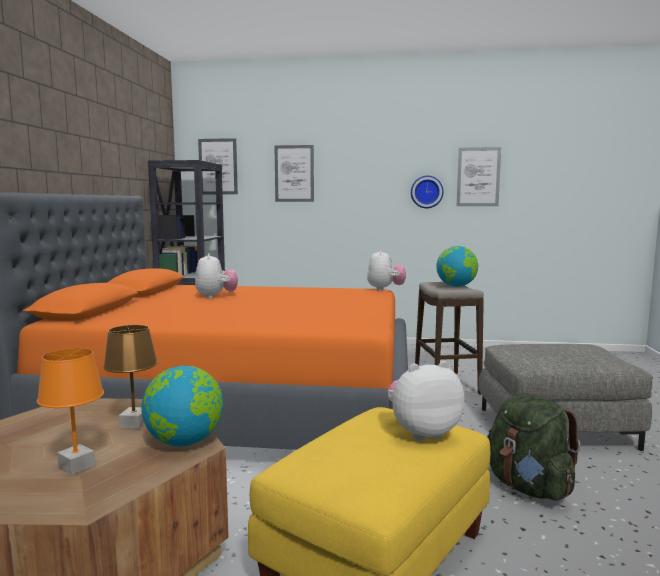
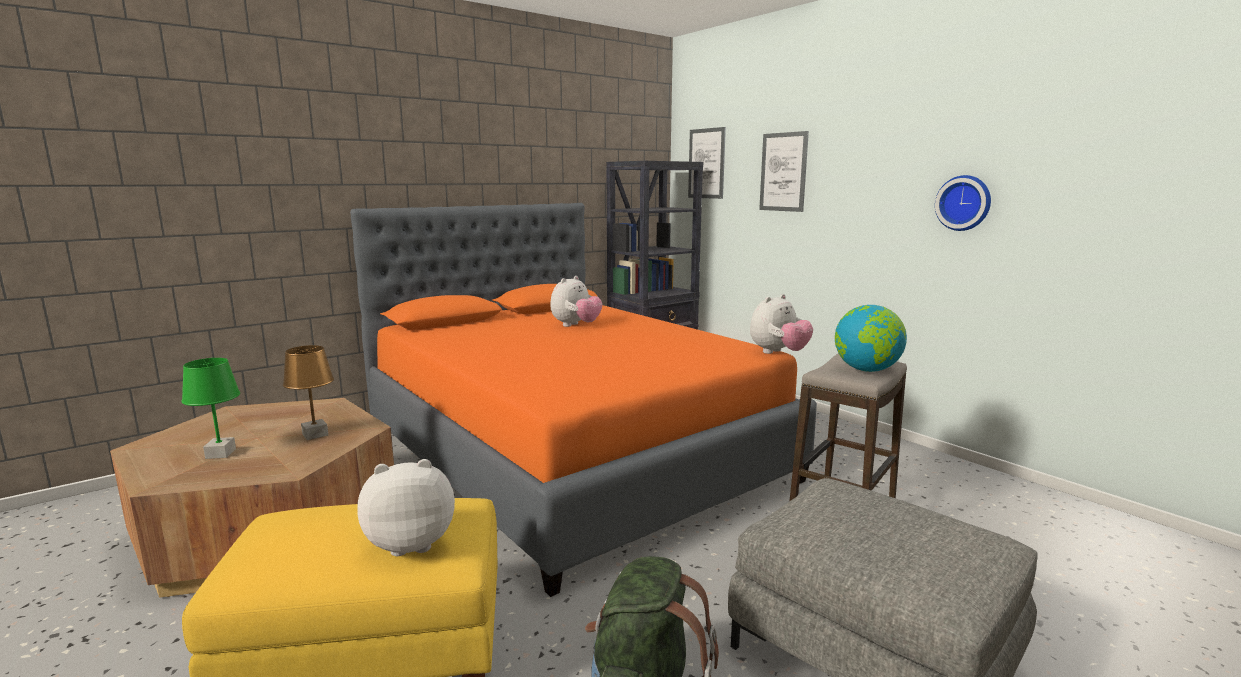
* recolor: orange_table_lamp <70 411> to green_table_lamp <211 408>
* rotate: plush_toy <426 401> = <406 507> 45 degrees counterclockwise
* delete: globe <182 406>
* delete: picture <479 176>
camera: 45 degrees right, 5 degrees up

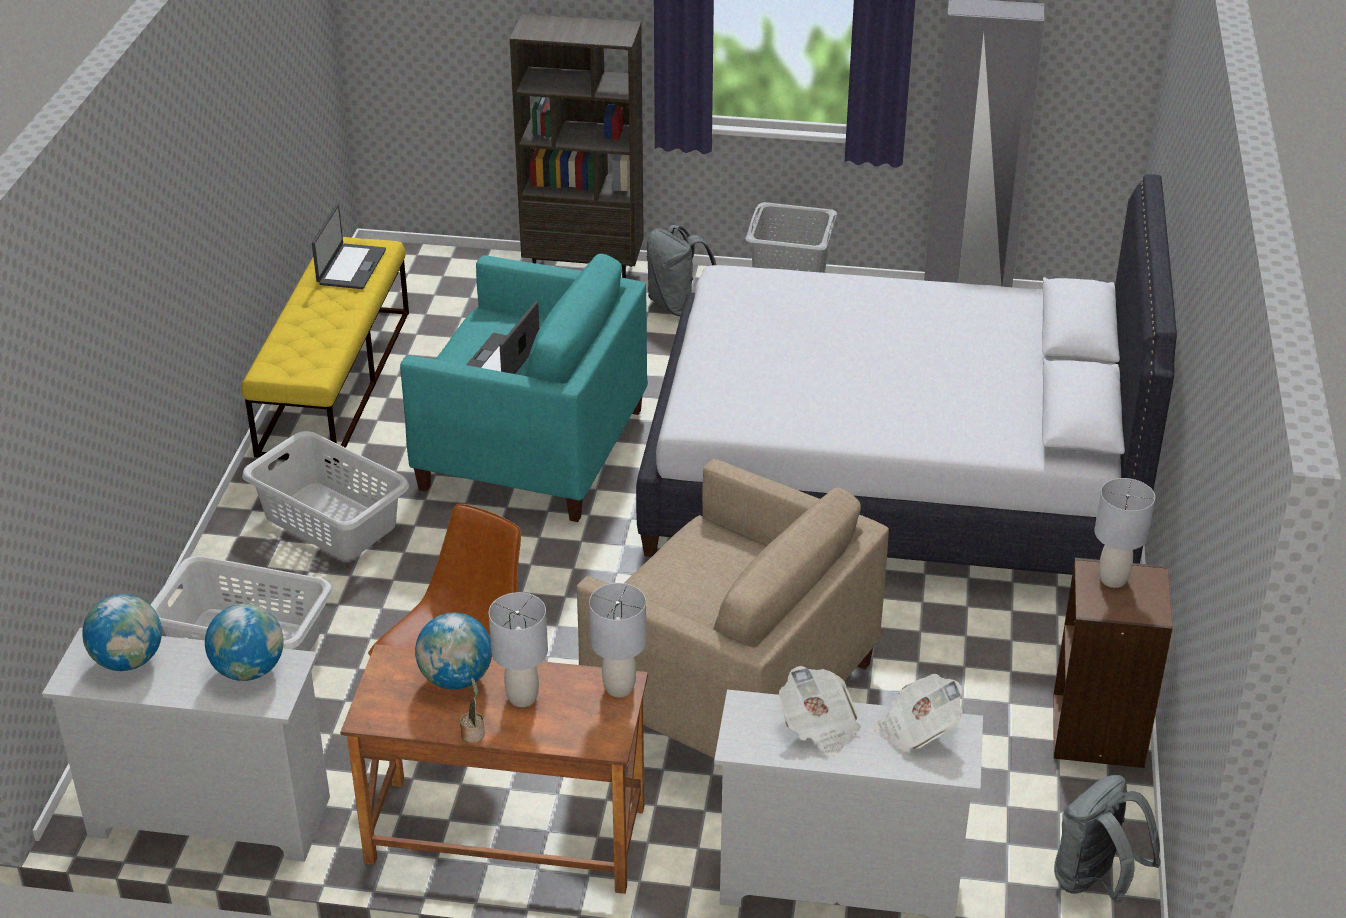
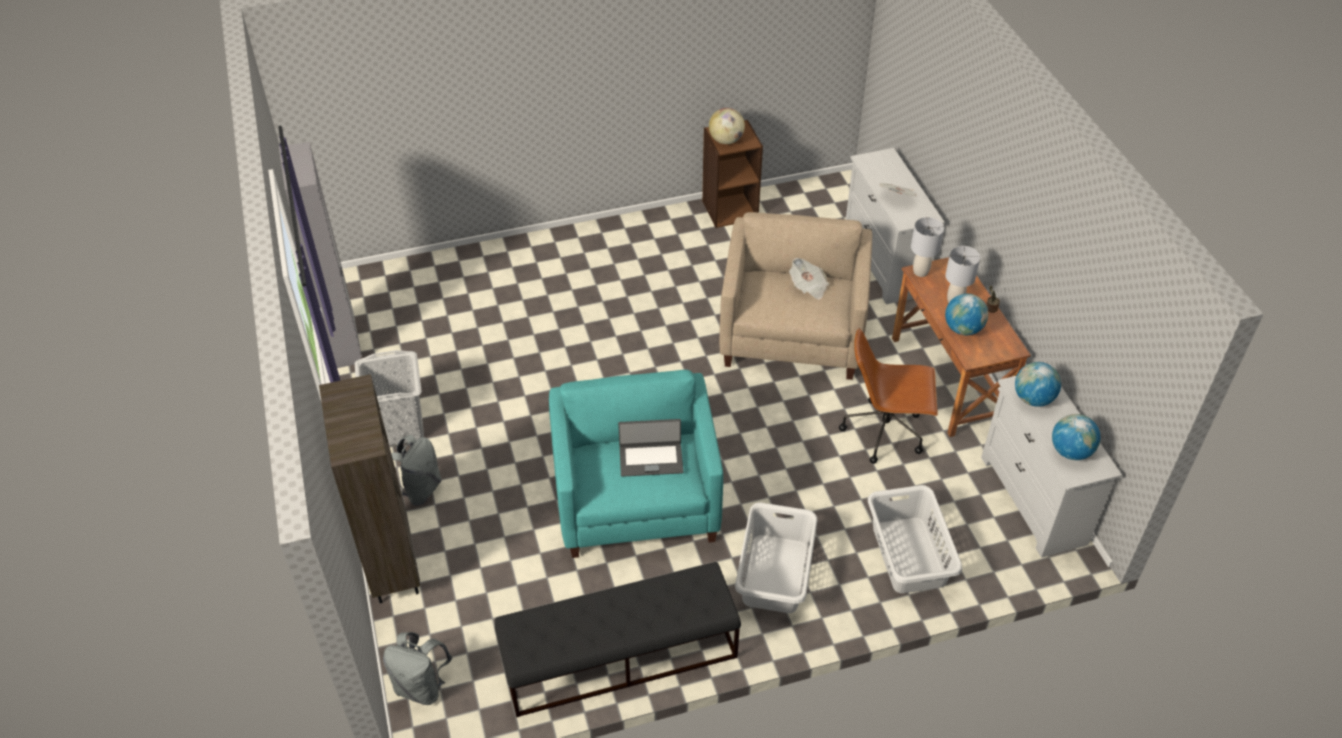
* move: grey_backpack <1107 839> to <417 668>
* recolor: yellow_bench <325 351> to black_bench <618 639>
* replace: grey_table_lamp <1125 533> to globe <727 126>
* move: newspaper <918 713> to <809 279>
* delete: laptop <349 247>
* delete: white_bed <906 374>
camera: 115 degrees left, 10 degrees up

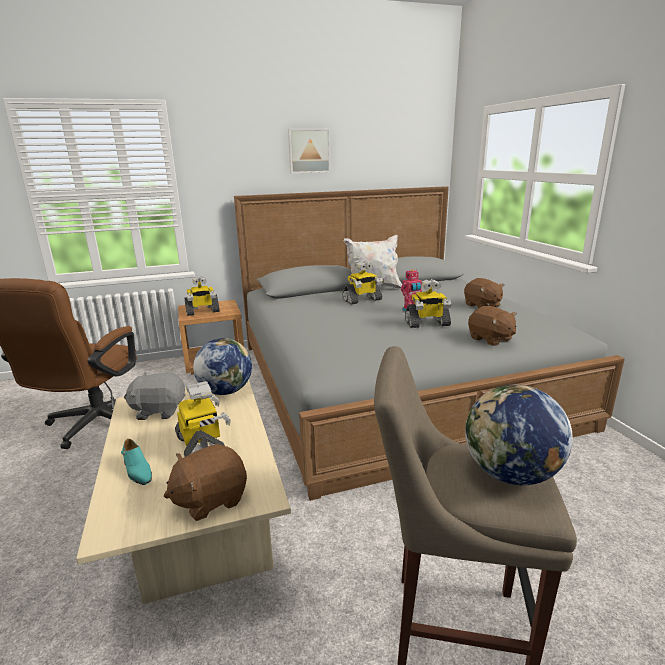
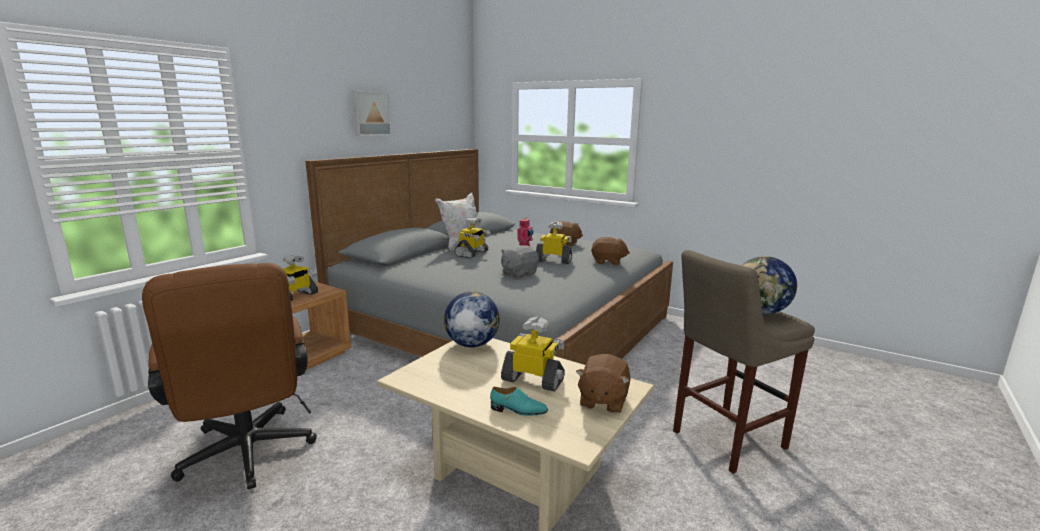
* move: grey_plush_toy <155 396> to <520 261>
* rotate: toy_robot <428 303> = <554 242> 120 degrees counterclockwise
camera: 40 degrees left, 5 degrees down

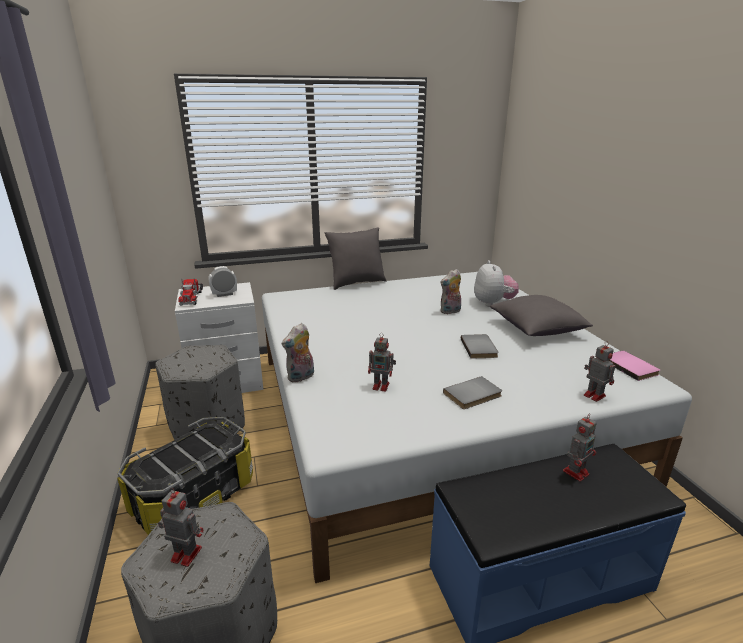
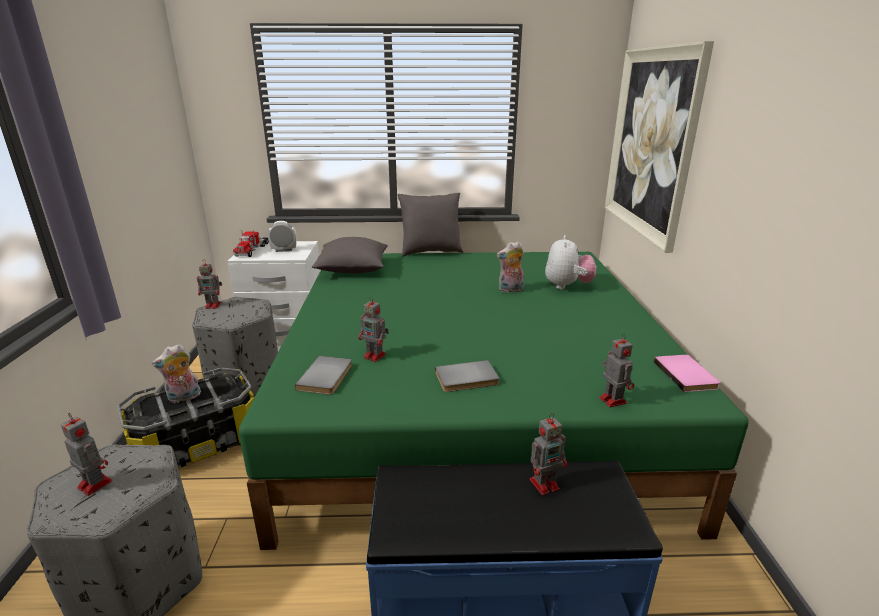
* move: plush_toy <298 352> to <176 373>
* insert: toy_robot <209 284>
* recolor: white_bed <477 427> to green_bed <494 401>
* move: grey_book <480 346> to <323 375>
* move: grey_pillow <541 315> to <350 255>
* insert: picture <659 147>
camera: 15 degrees right, 0 degrees up

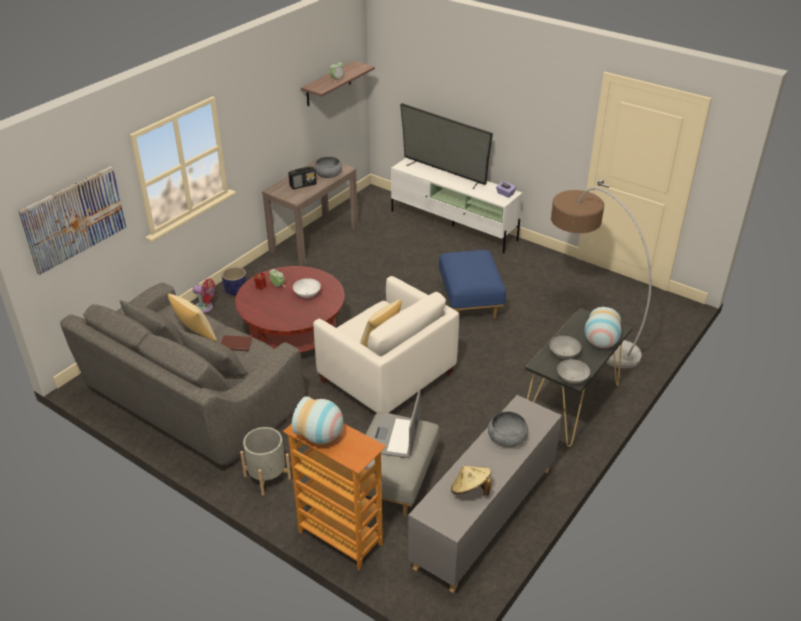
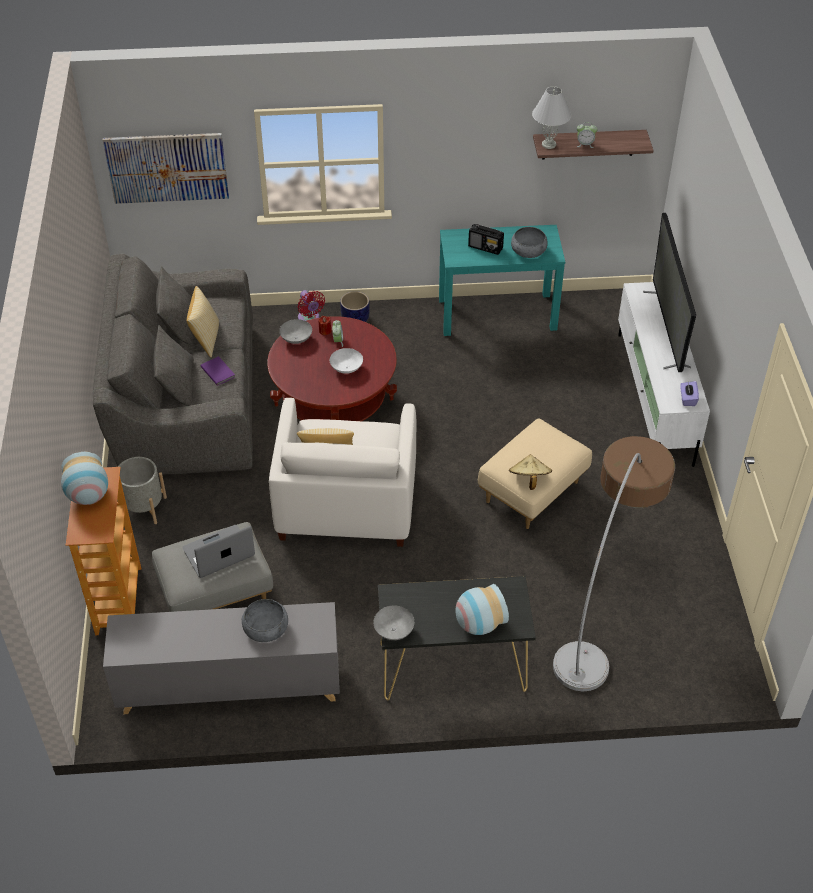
* recolor: brown_book <236 343> to purple_book <217 371>
* move: grey_bowl <565 347> to <295 331>
* recolor: brown_console_table <310 211> to turquoise_console_table <502 280>
* recolor: blue_ottoman <472 284> to beige_ottoman <534 474>
* move: beige_hat <471 481> to <530 472>
* insert: white_table_lamp <551 117>
camera: 50 degrees right, 10 degrees up

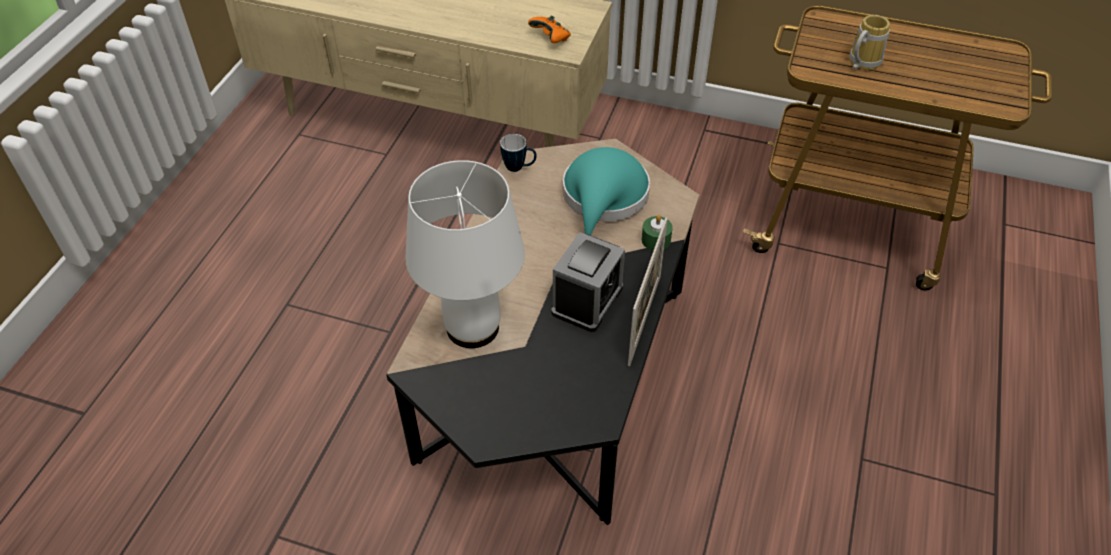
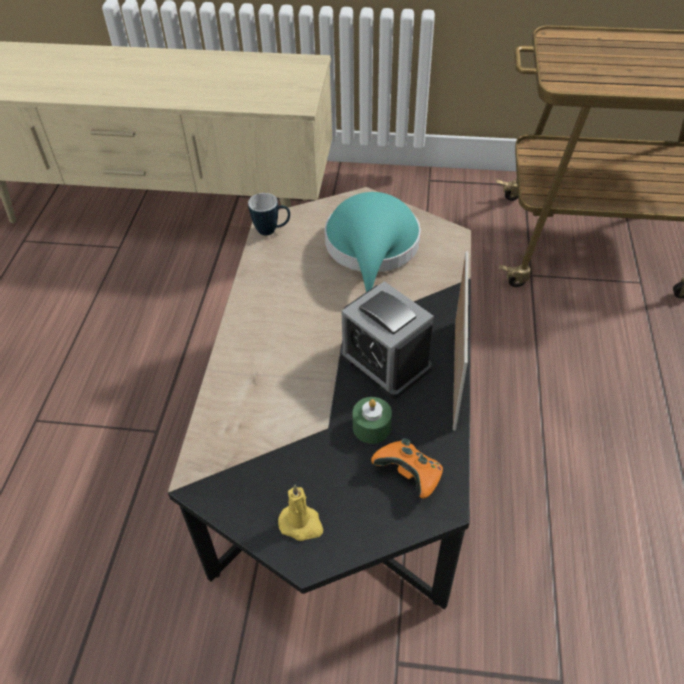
* insert: yellow_candle <300 513>
* rotate: alarm_clock <588 282> = <387 340> 120 degrees clockwise
* move: green_candle <657 233> to <372 420>
* move: orange_game_controller <549 29> to <407 468>
* delete: white_table_lamp <465 254>
* delete: mug <869 42>
camera: 10 degrees left, 0 degrees up

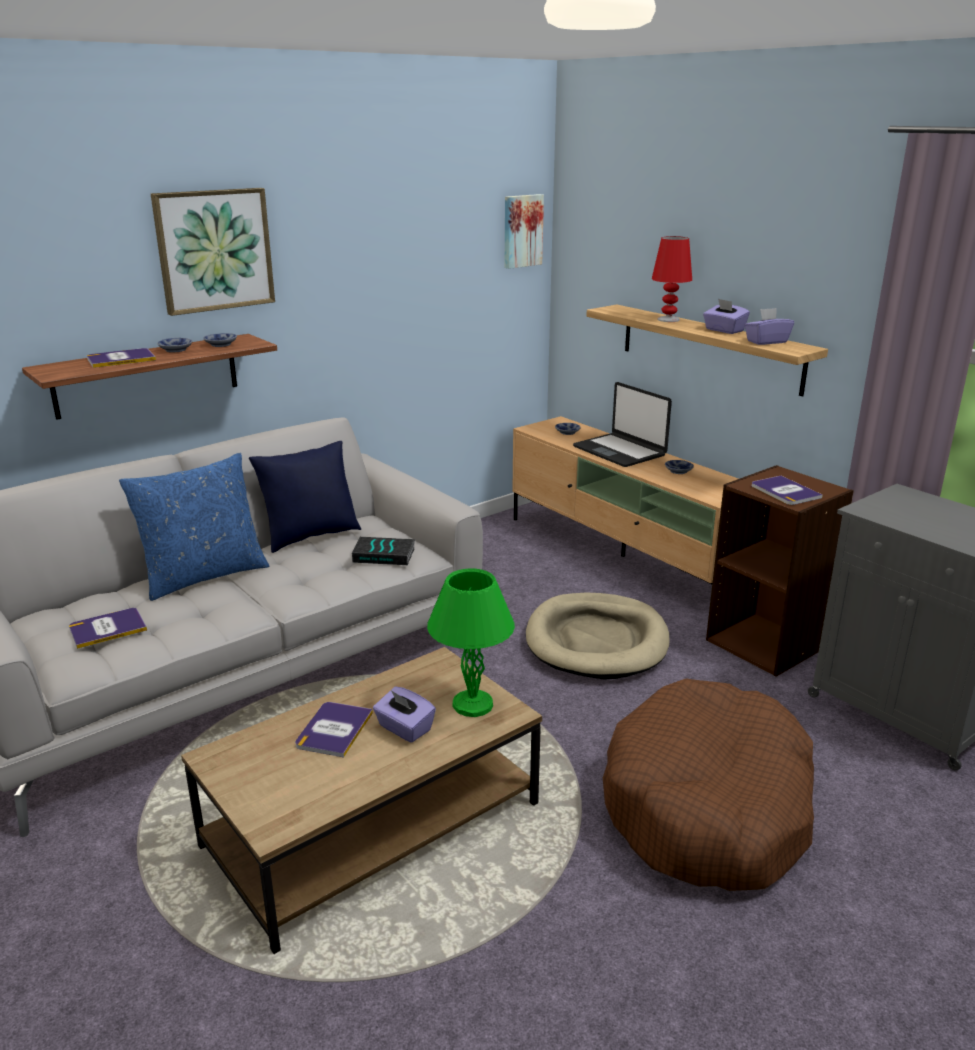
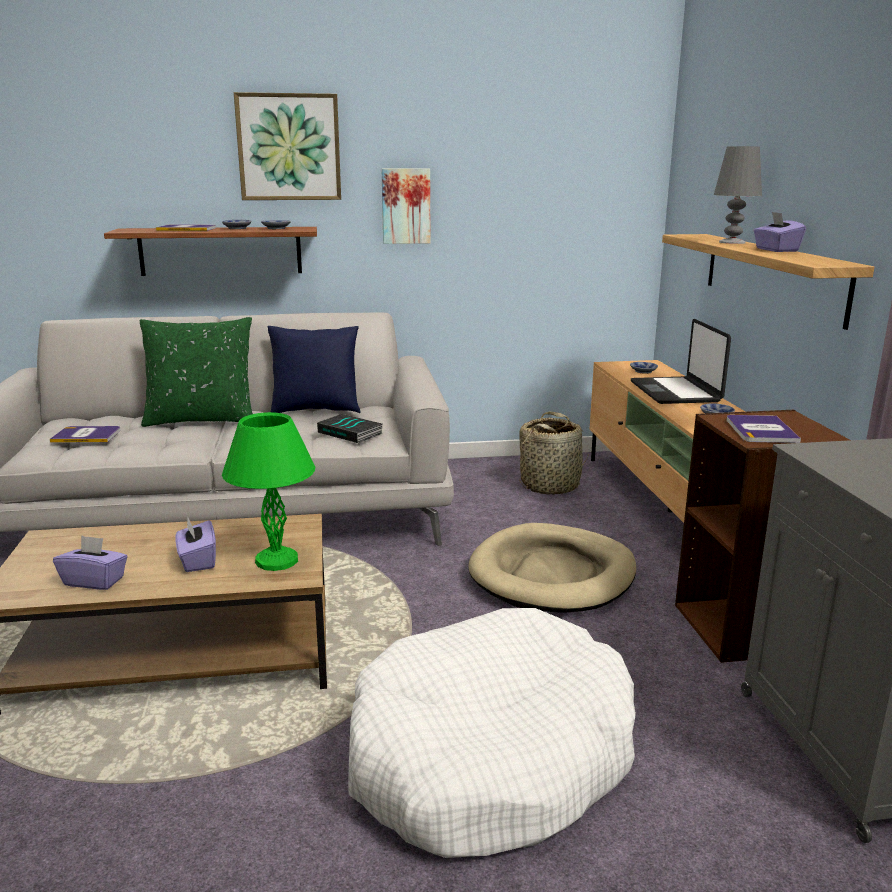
* move: purple_tissue_box <769 326> to <90 562>
* recolor: blue_pillow <194 527> to green_pillow <196 372>
* recolor: brown_dog_bed <708 784> to white_dog_bed <492 733>
* move: picture <524 231> to <406 206>
* insert: basket <554 453>
* recolor: red_table_lamp <672 279> to grey_table_lamp <738 195>
* delete: book <334 730>
camera: 30 degrees right, 5 degrees down

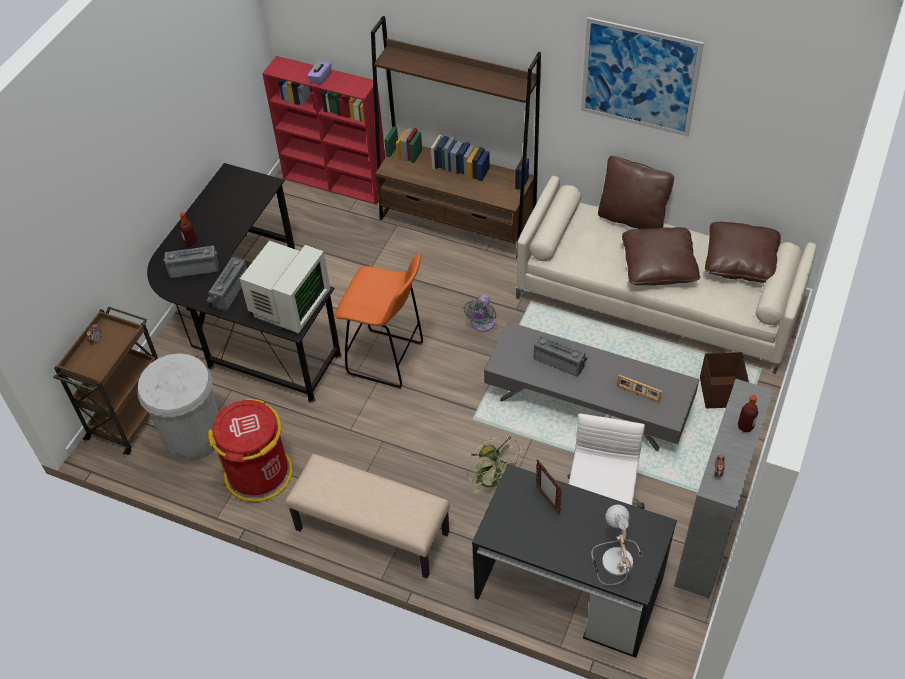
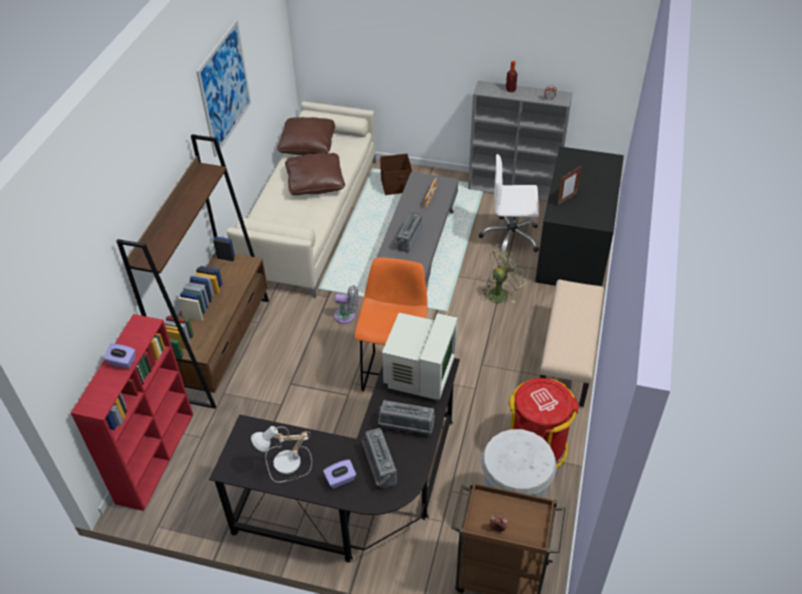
* move: table_lamp <617 545> to <281 454>
* replace: bottle <188 229> to purple_tissue_box <339 474>
* rotate: monitor <284 287> = <420 356> 90 degrees clockwise
* delete: brown_pillow <636 192>
camera: 100 degrees left, 5 degrees down

